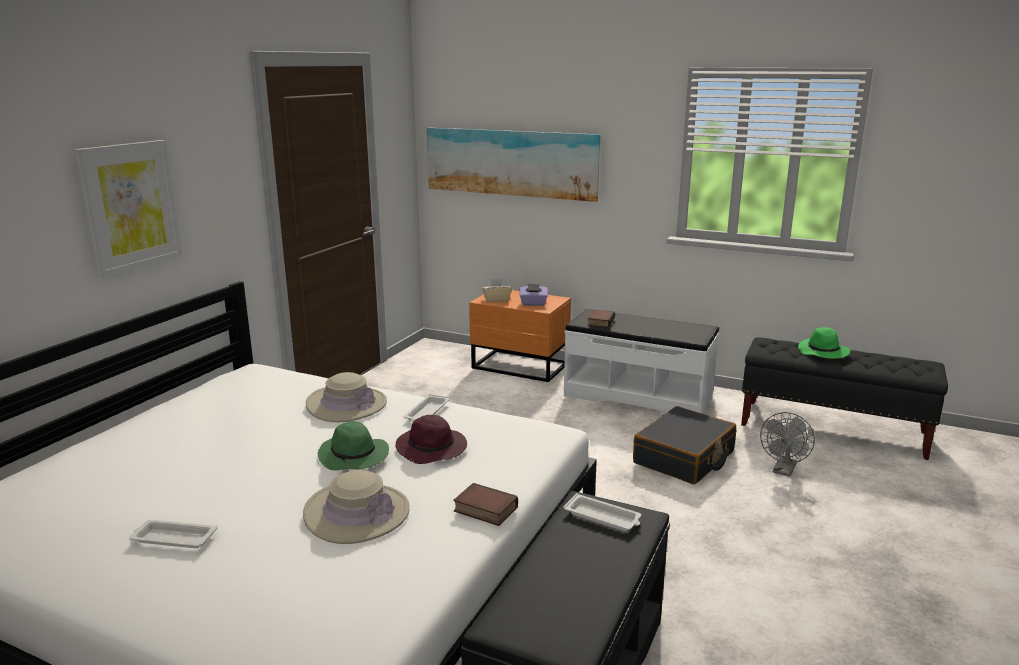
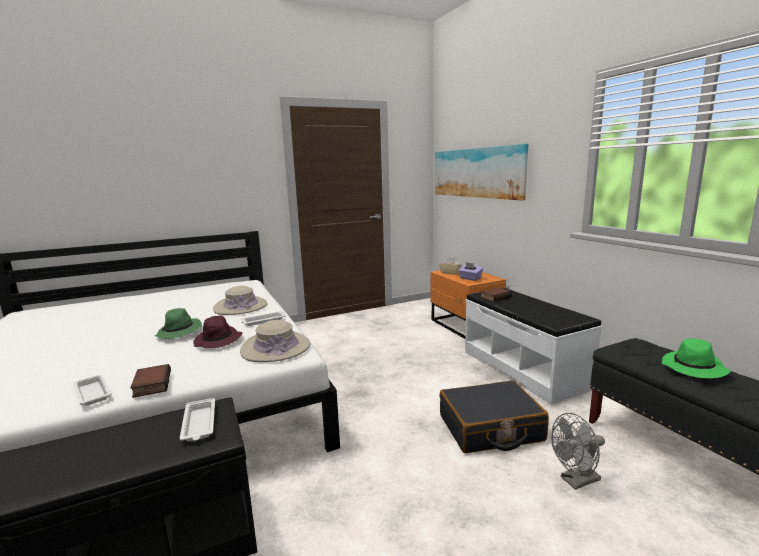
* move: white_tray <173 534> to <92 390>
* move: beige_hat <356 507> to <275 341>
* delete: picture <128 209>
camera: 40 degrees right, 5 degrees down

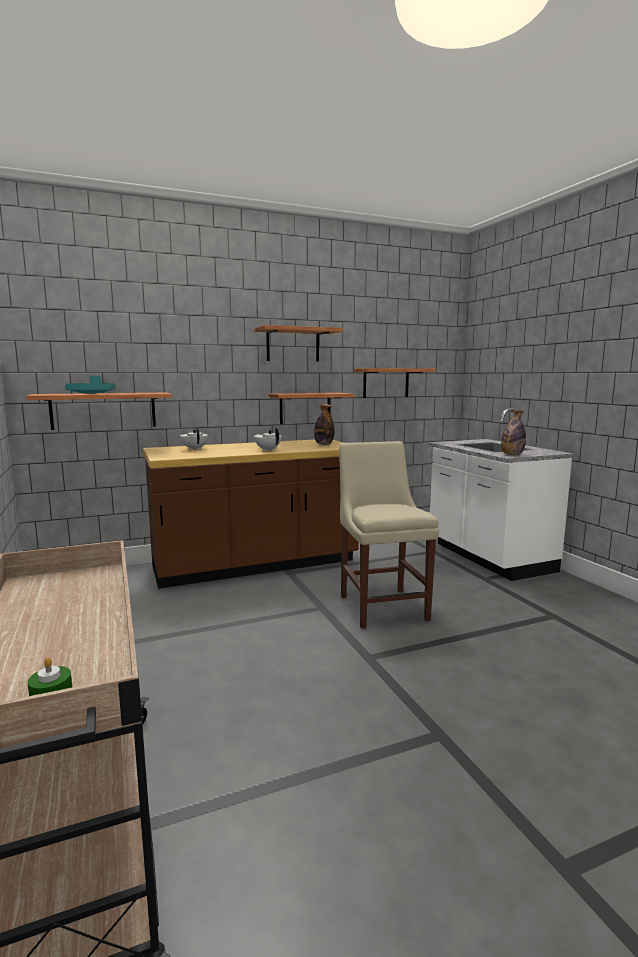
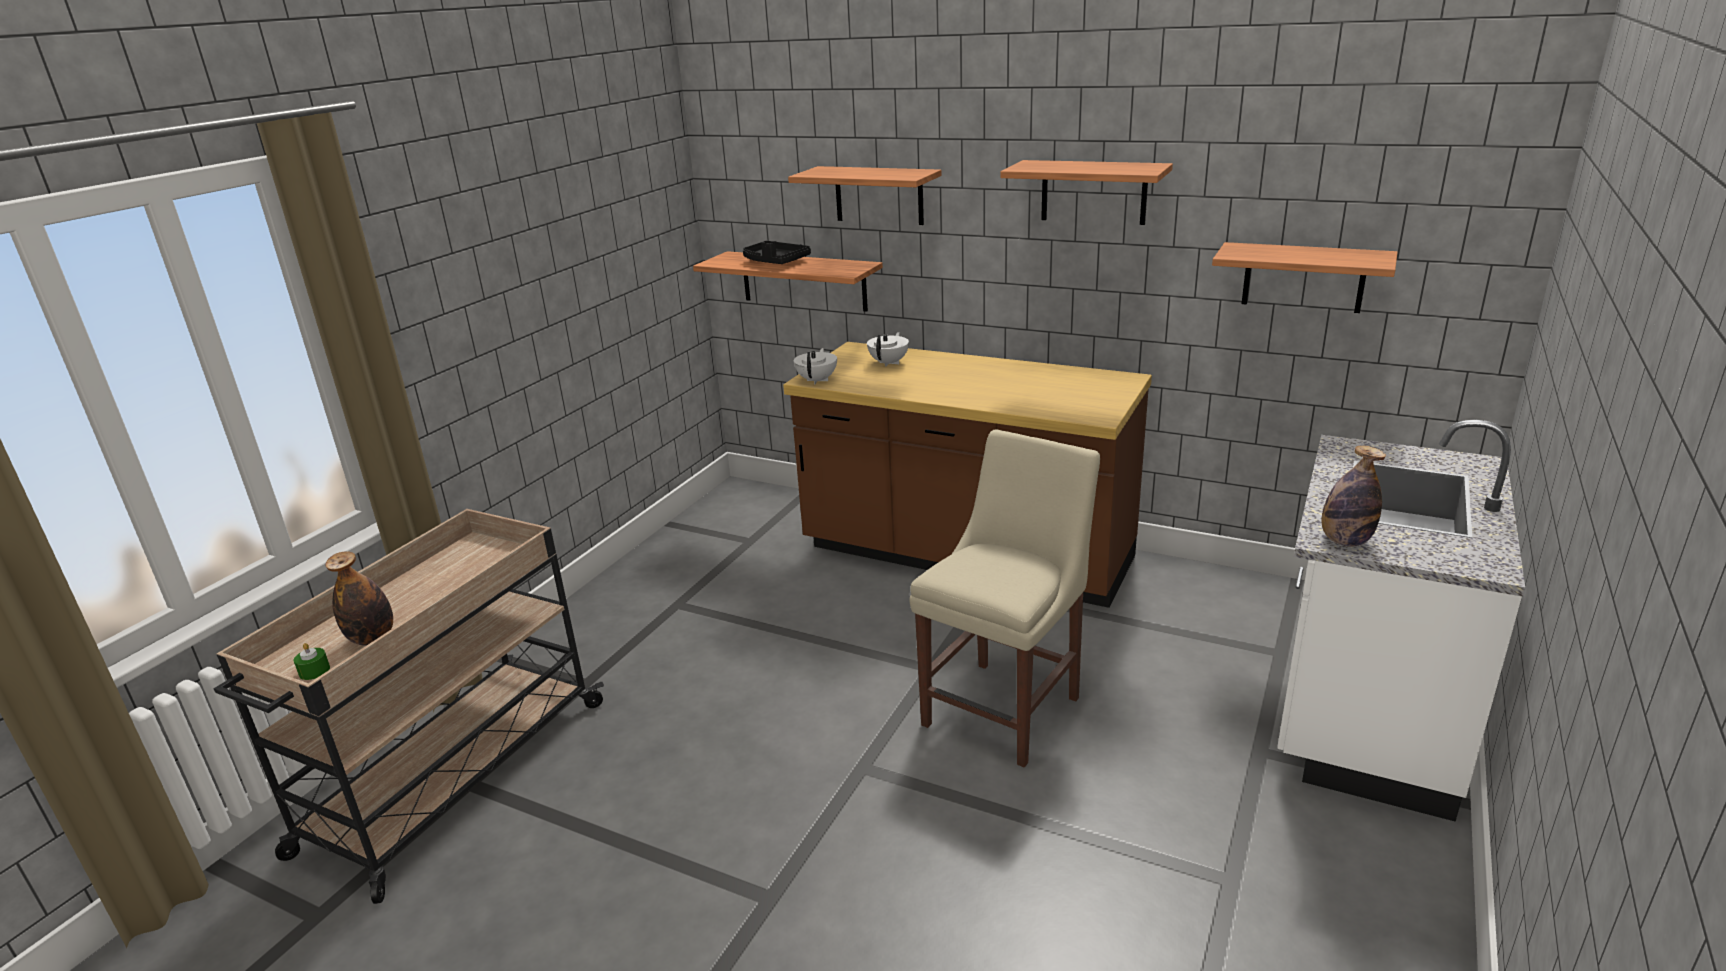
* move: bottle <324 424> to <359 598>
* recolor: turquoise_tray <90 385> to black_tray <777 252>
* move: shelf <311 408> to <864 195>
* move: white_teapot <268 439> to <815 366>
camera: 50 degrees right, 15 degrees up

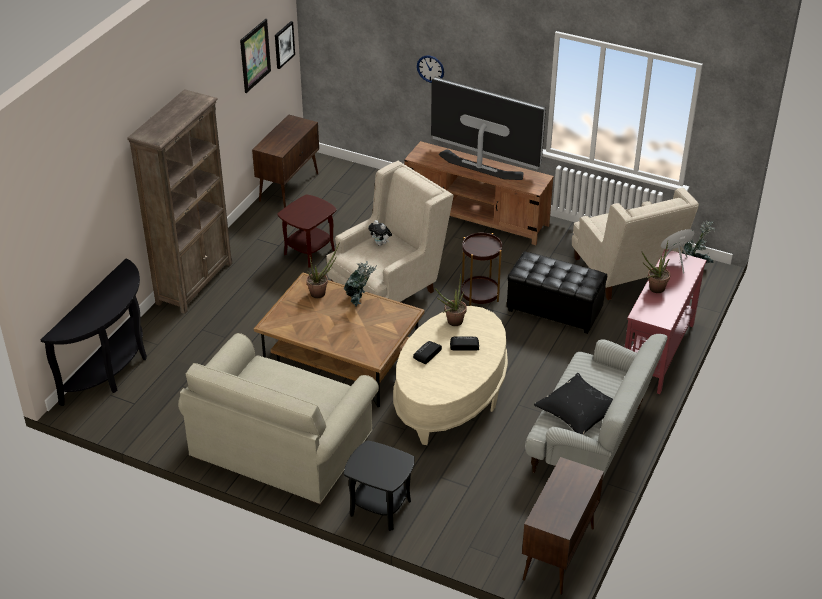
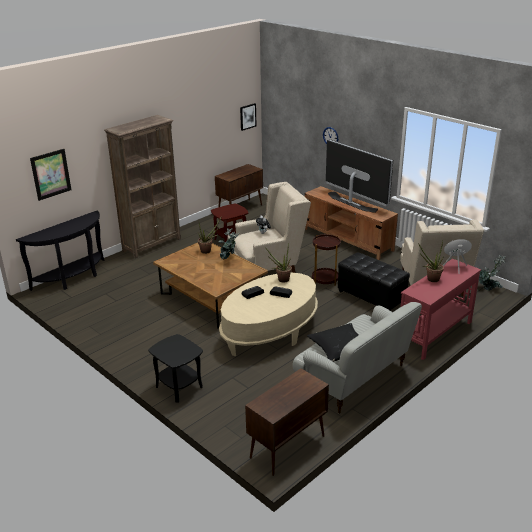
* move: picture <255 56> to <50 175>
* delete: beige_sofa <278 419>
camera: 20 degrees right, 10 degrees down

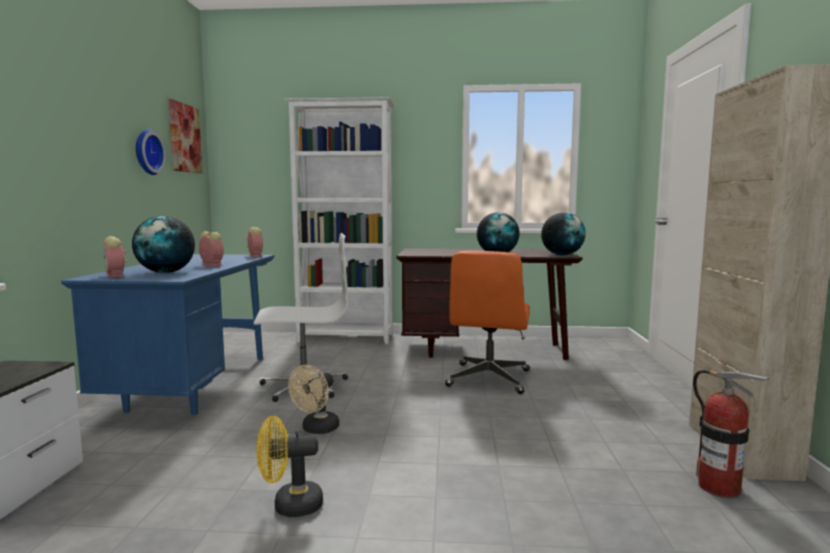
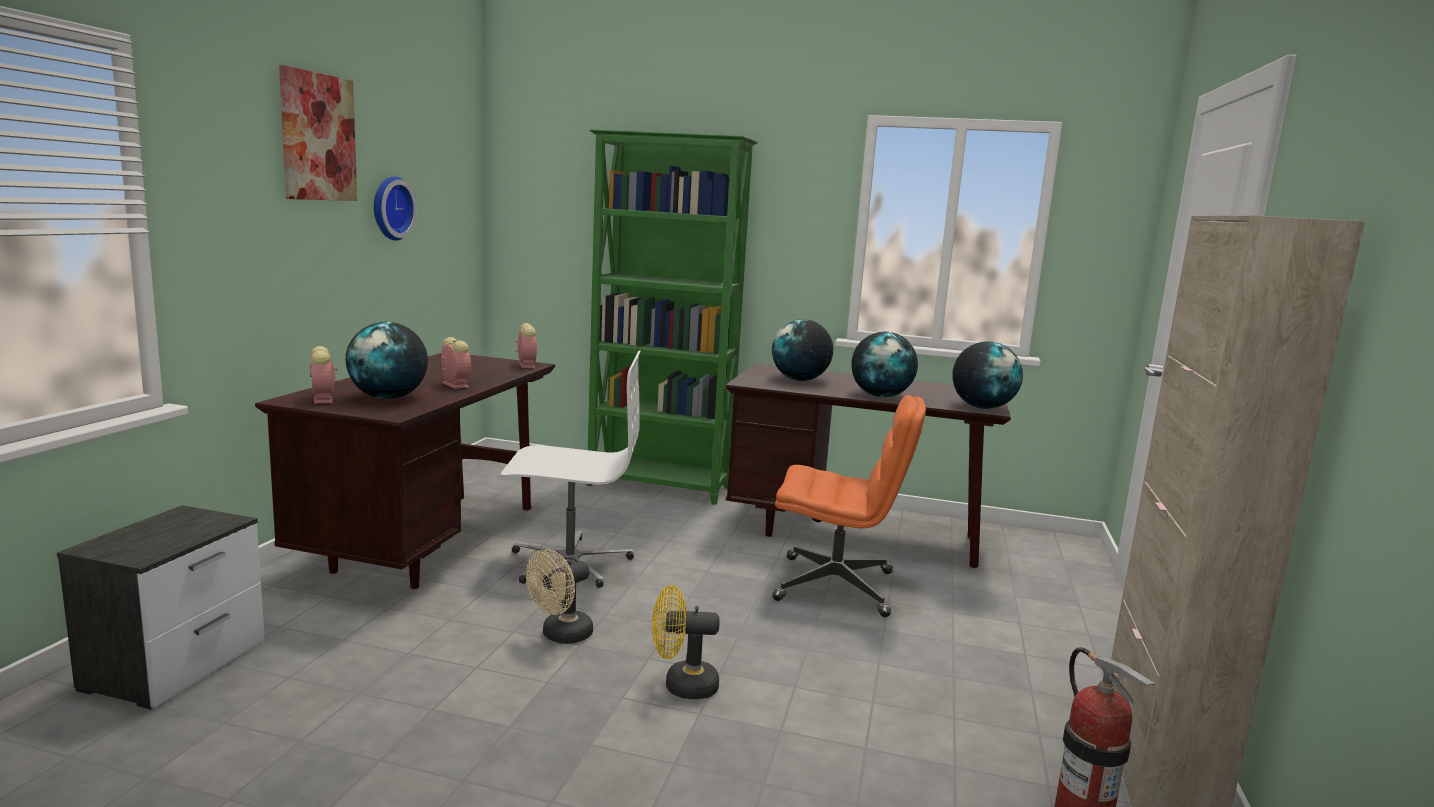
* recolor: blue_desk <168 334> to brown_desk <405 471>
* move: picture <185 136> to <318 133>
* recolor: white_bookcase <339 220> to green_bookcase <672 317>
* move: yellow_fan <290 466> to <686 642>
* insert: globe <802 350>
* rotate: orange_office_chair <487 322> = <849 506> 105 degrees counterclockwise
camera: 10 degrees right, 5 degrees up

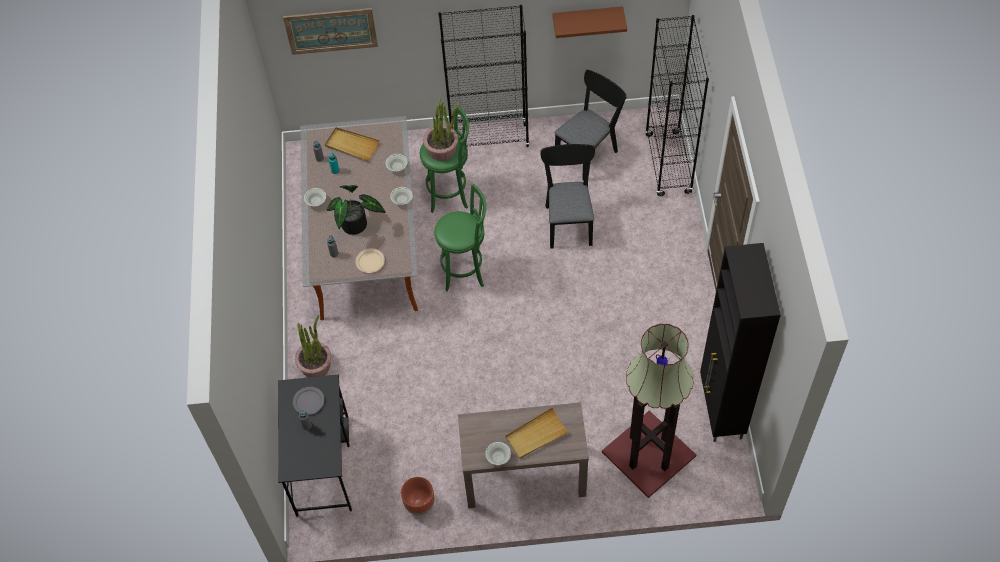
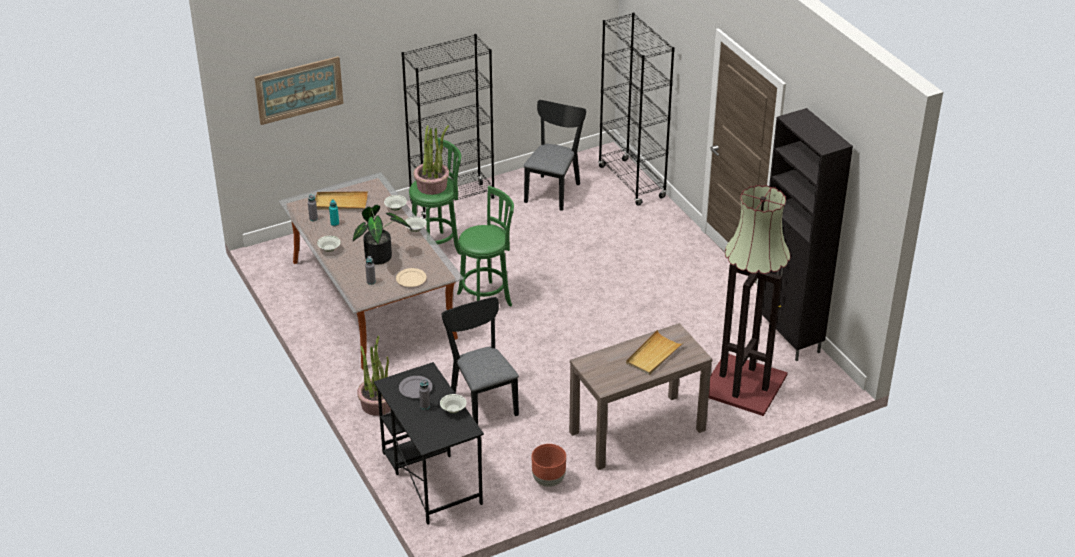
* move: white_bowl <498 453> to <453 403>
* move: black_chair <567 196> to <480 361>
* delete: brown_shelf <589 22>
camera: 25 degrees left, 20 degrees down

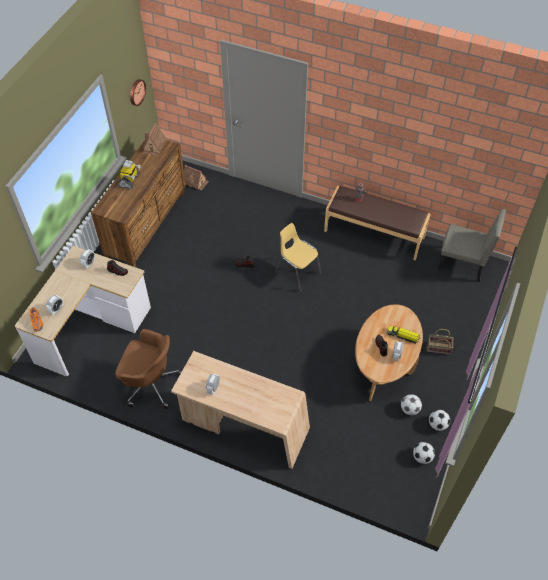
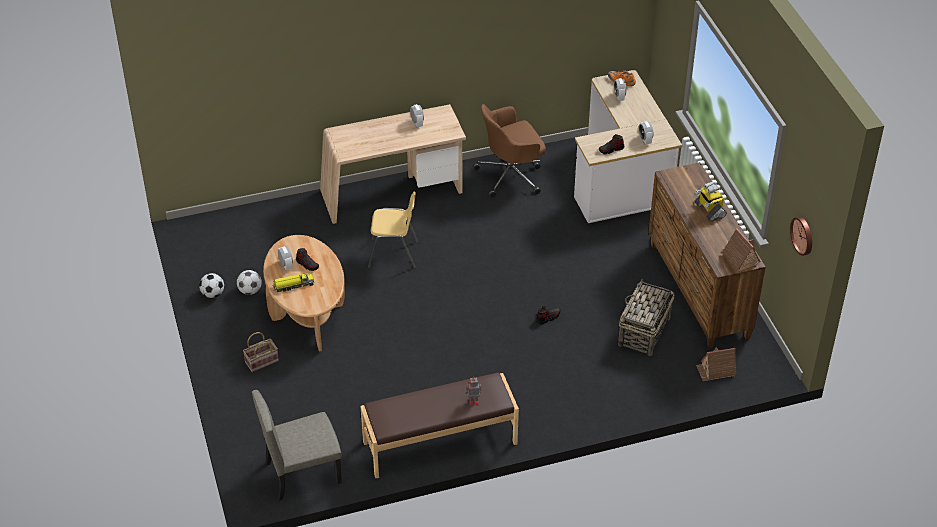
* move: yellow_chair <298 257> to <393 230>
* insert: basket <646 317>
* delete: football <424 453>
camera: 140 degrees right, 10 degrees down

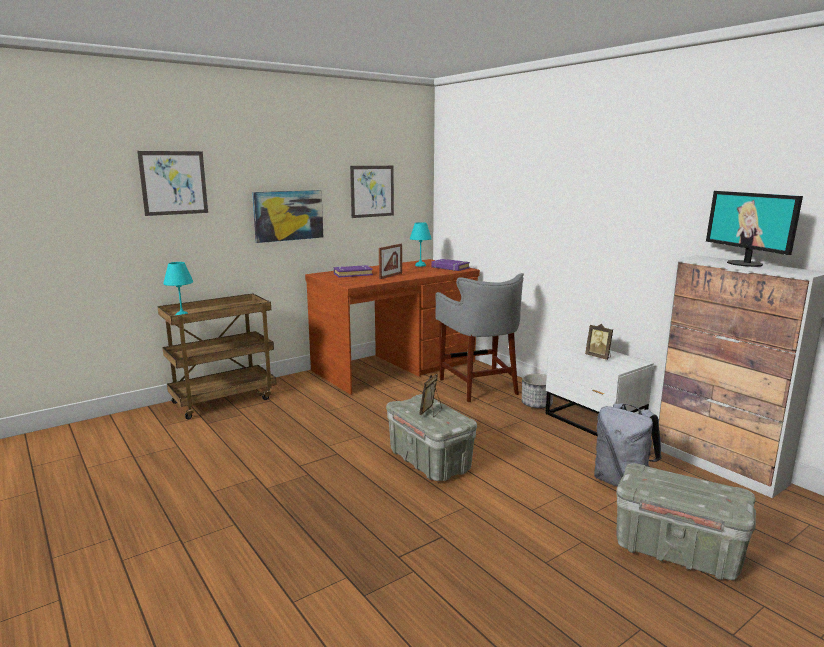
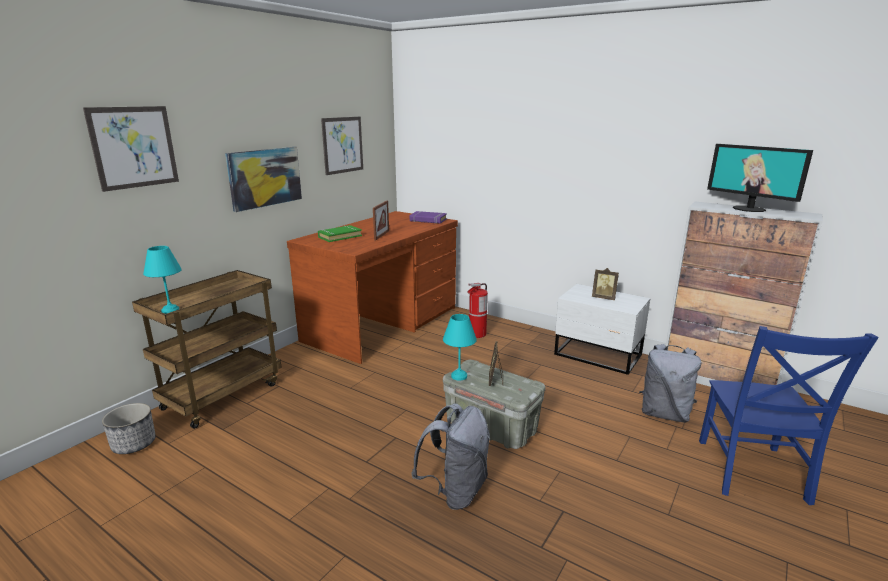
* move: planter <537 391> to <129 428>
* recolor: purple_book <353 271> to green_book <340 233>
* insert: grey_backpack <450 456>
* move: turquoise_table_lamp <421 244> to <460 347>
* replace: grey_stool <479 337> to fire_extinguisher <477 310>
* replace: grey_storage_box <686 521> to blue_chair <789 415>
camera: 20 degrees left, 5 degrees up

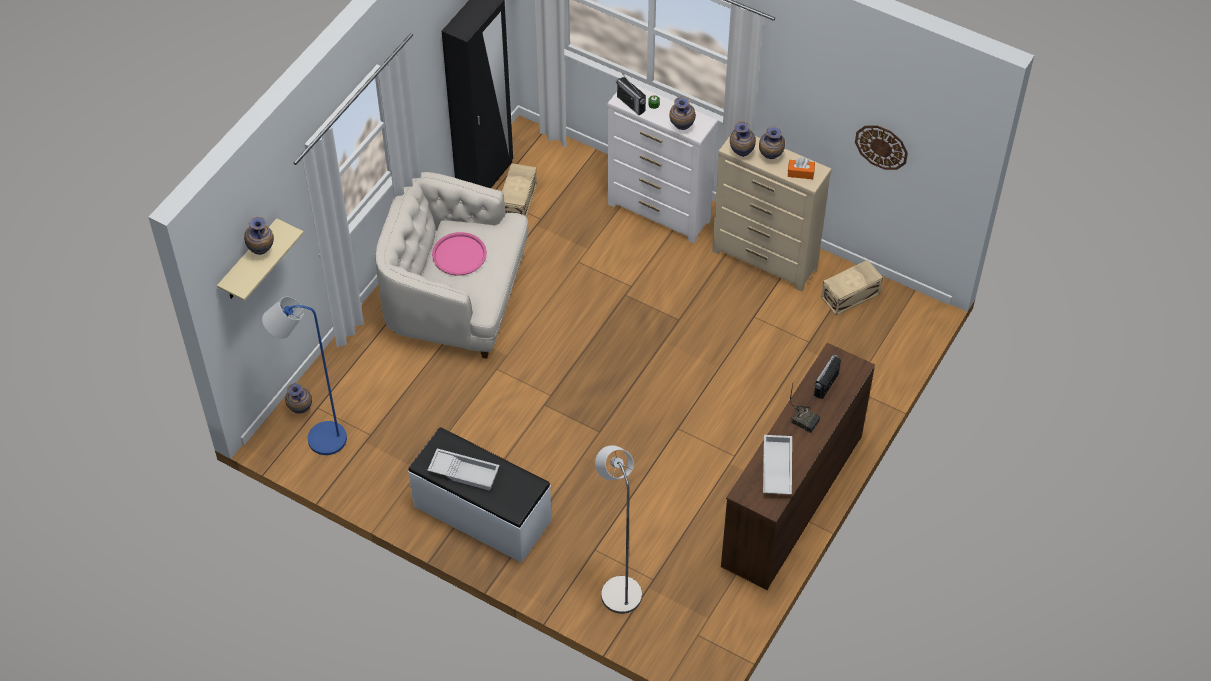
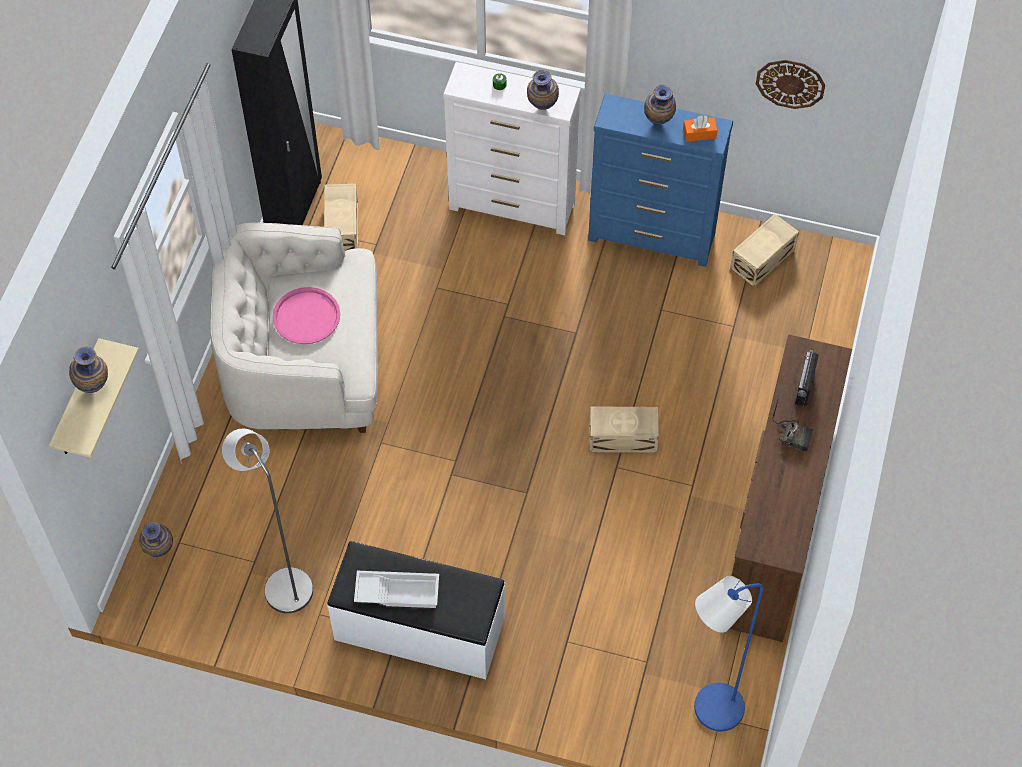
* move: grey_floor_lamp <618 529> to <267 521>
* recolor: beige_dresser <772 210> to blue_dresser <660 180>
* insert: beige_storage_box <624 429>
* move: blue_floor_lamp <304 376> to <728 653>
* delete: radio <631 94>
* delete: vase <743 139>
* delete: white_tray <777 465>
camera: 15 degrees left, 5 degrees up

